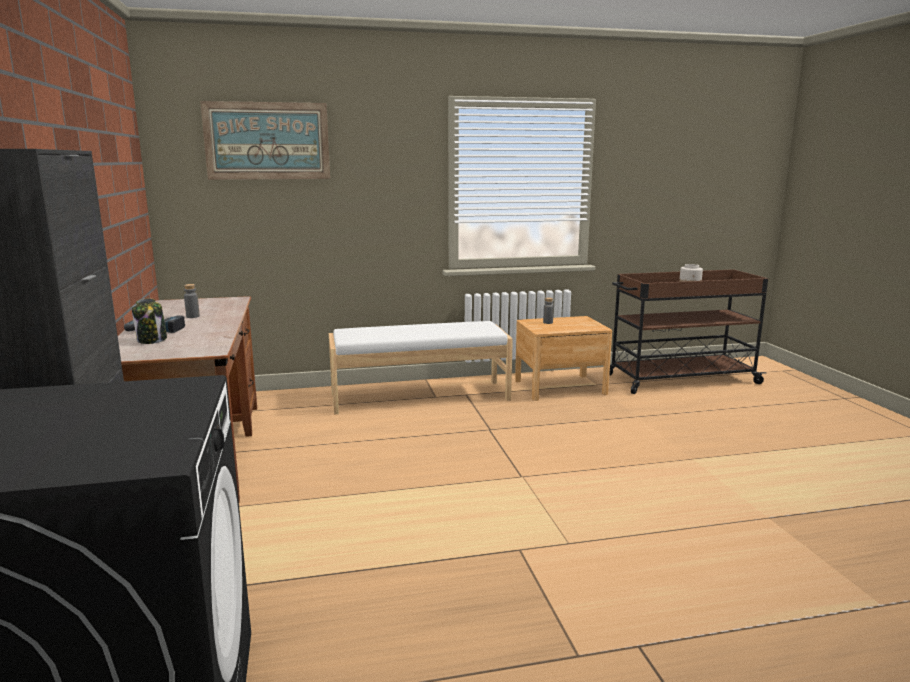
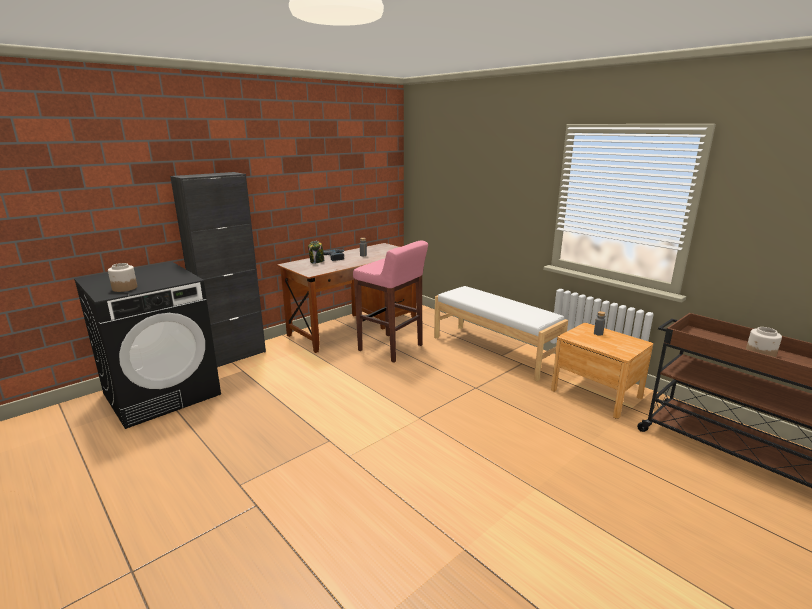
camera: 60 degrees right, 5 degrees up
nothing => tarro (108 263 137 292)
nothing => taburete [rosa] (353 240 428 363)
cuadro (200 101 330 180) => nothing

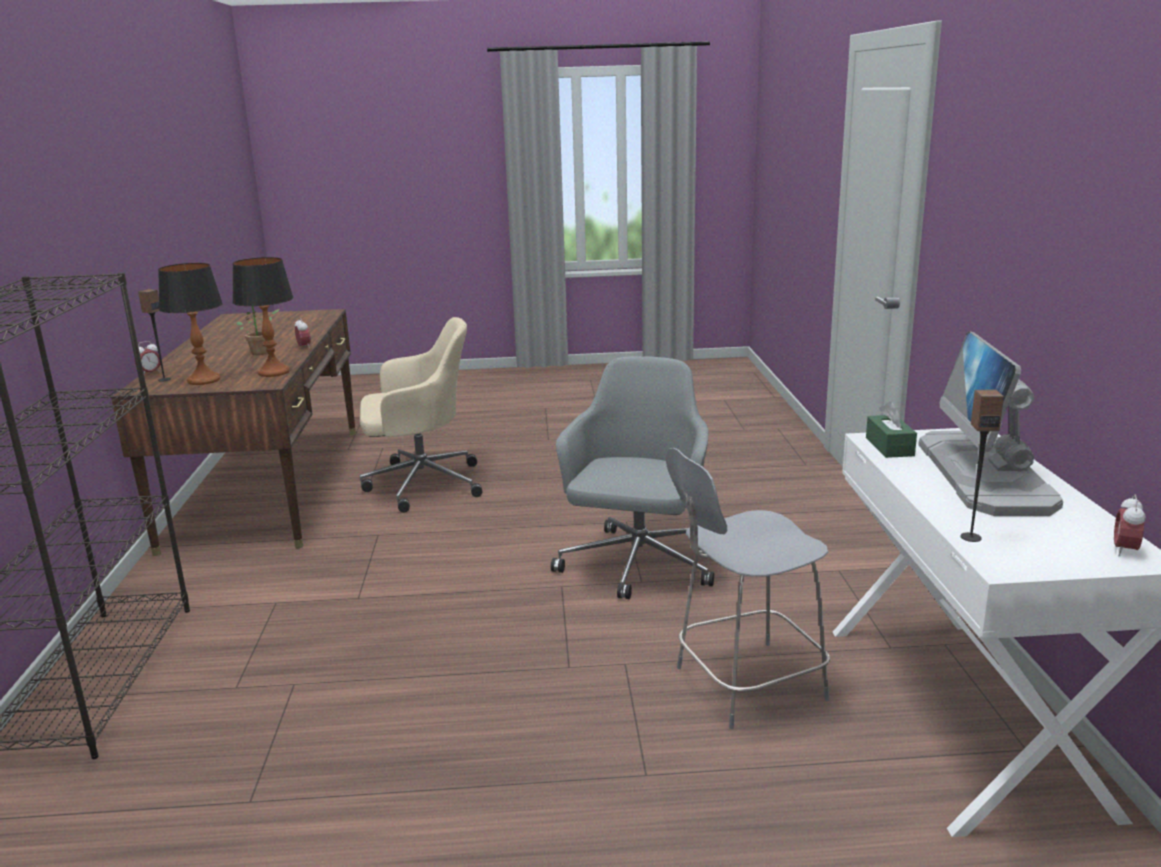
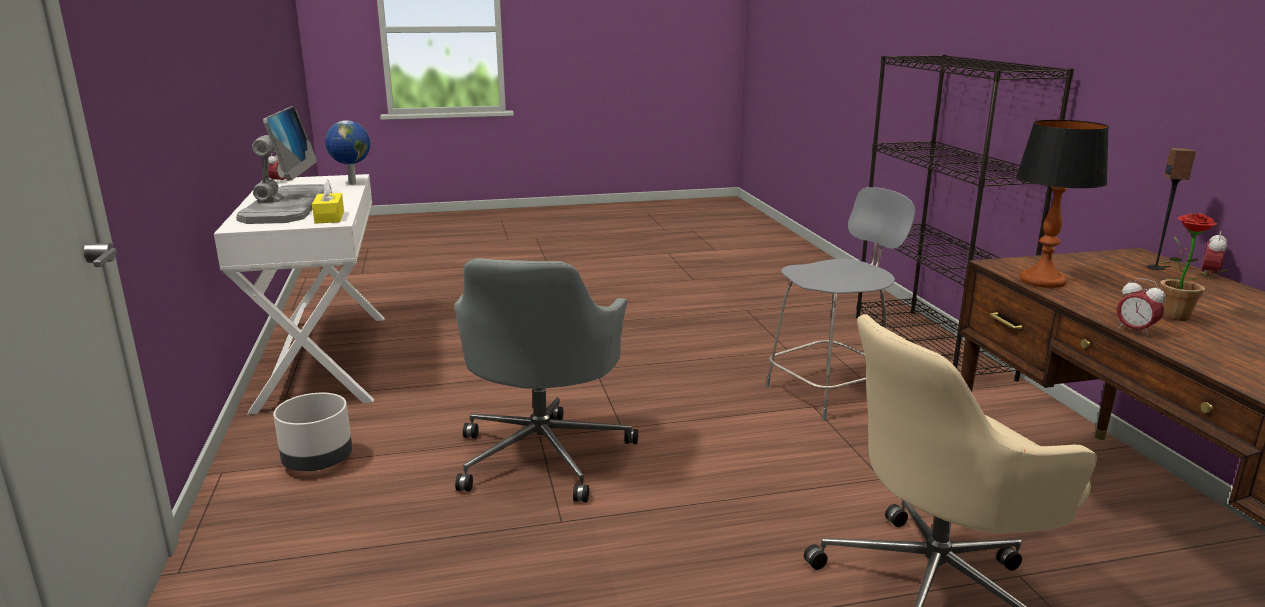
camera: 170 degrees right, 0 degrees up
nothing => maceta [gris] (273 393 352 471)
caja de pañuelos [verde] (866 402 917 458) => caja de pañuelos [amarillo] (312 179 344 224)
altavoz (960 390 1004 542) => globo terráqueo (325 120 370 185)
silla [gris] (666 448 830 729) => silla [gris] (766 187 915 421), relocated
lámpara de mesa (158 263 223 385) => nothing

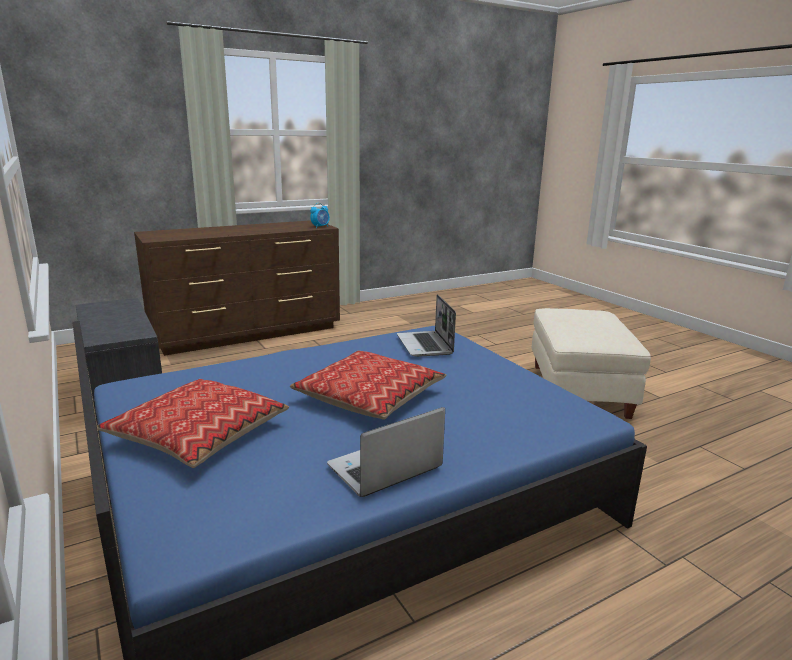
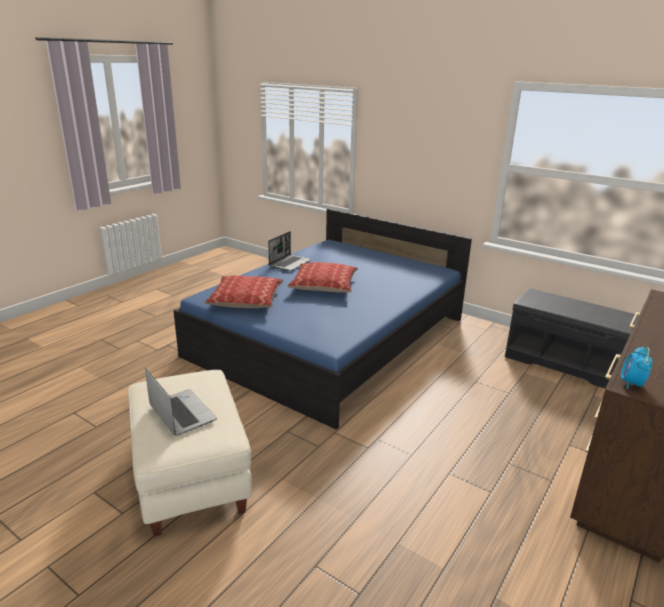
camera: 155 degrees right, 5 degrees up
portátil (397 294 456 357) => portátil (145 368 217 436), relocated
cojín (97 379 289 468) => cojín (204 276 284 308), relocated

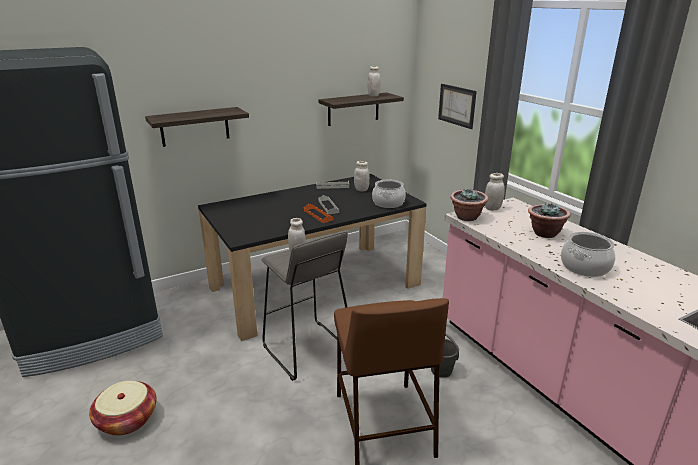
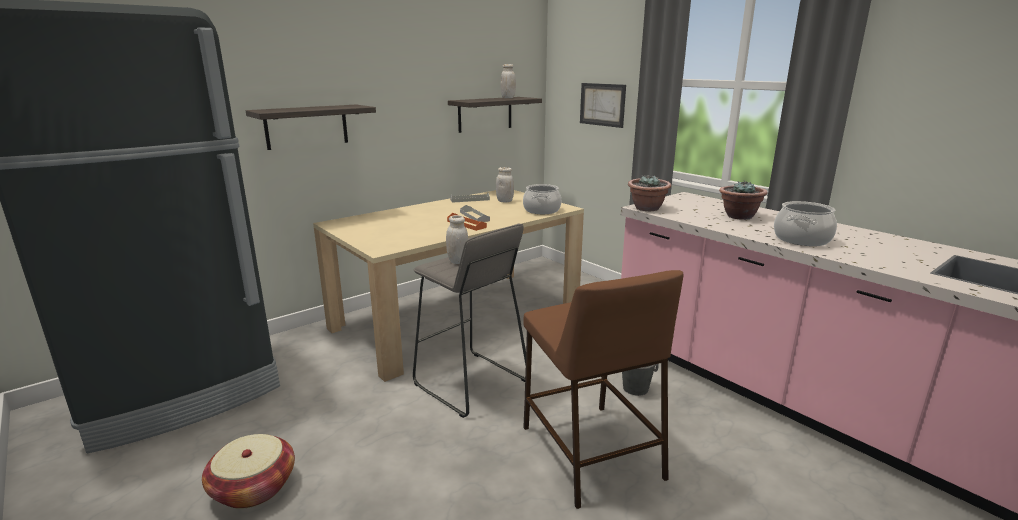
camera: 10 degrees left, 5 degrees down
mesa de comedor [negro] (198 174 427 341) => mesa de comedor [beis] (313 190 584 382)
tarro [blanco] (485 173 505 211) => nothing

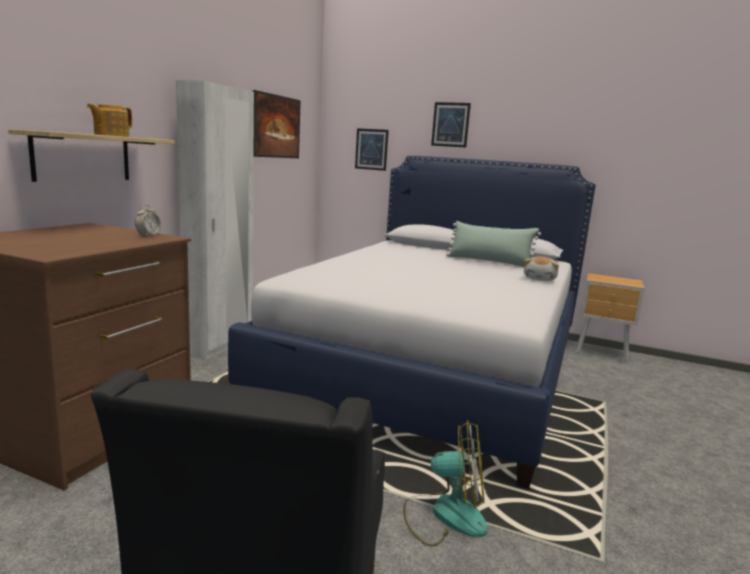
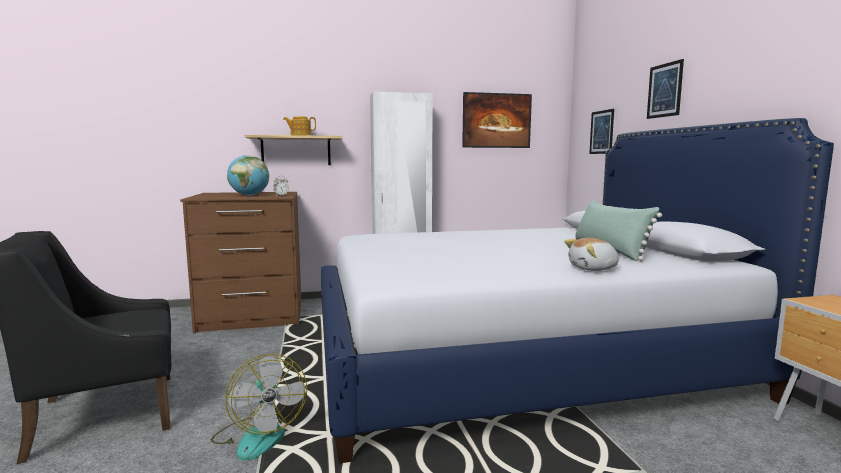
camera: 55 degrees right, 5 degrees down
nothing => globo terráqueo (227 155 269 196)

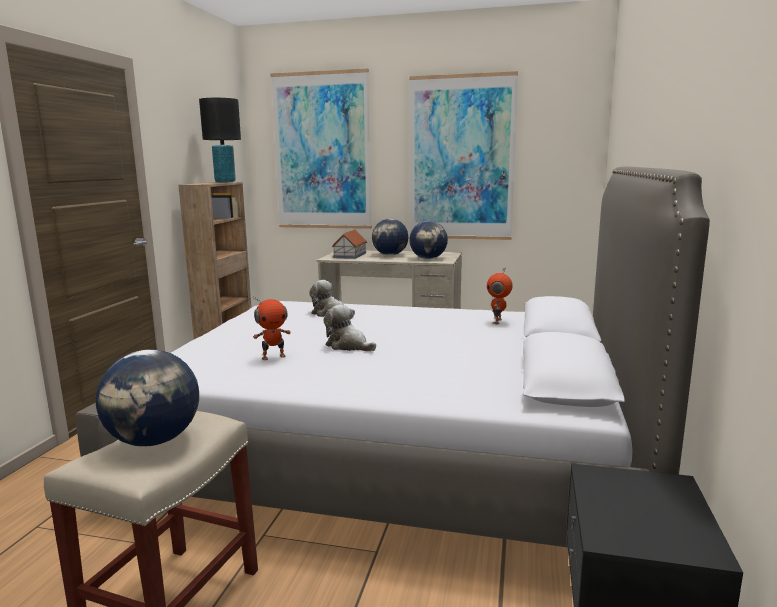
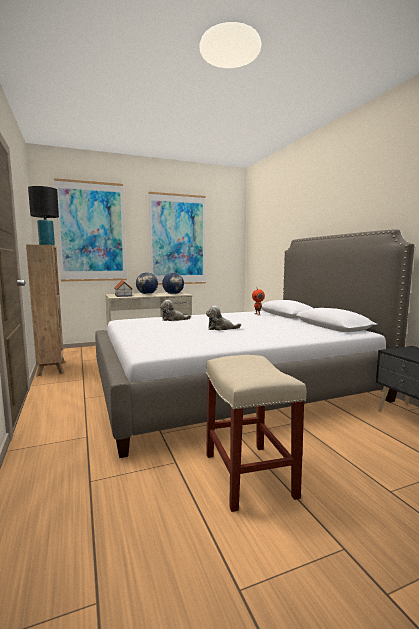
camera: 35 degrees left, 5 degrees down
globo terráqueo (96 350 199 446) => nothing
robot de juguete (253 296 291 360) => nothing

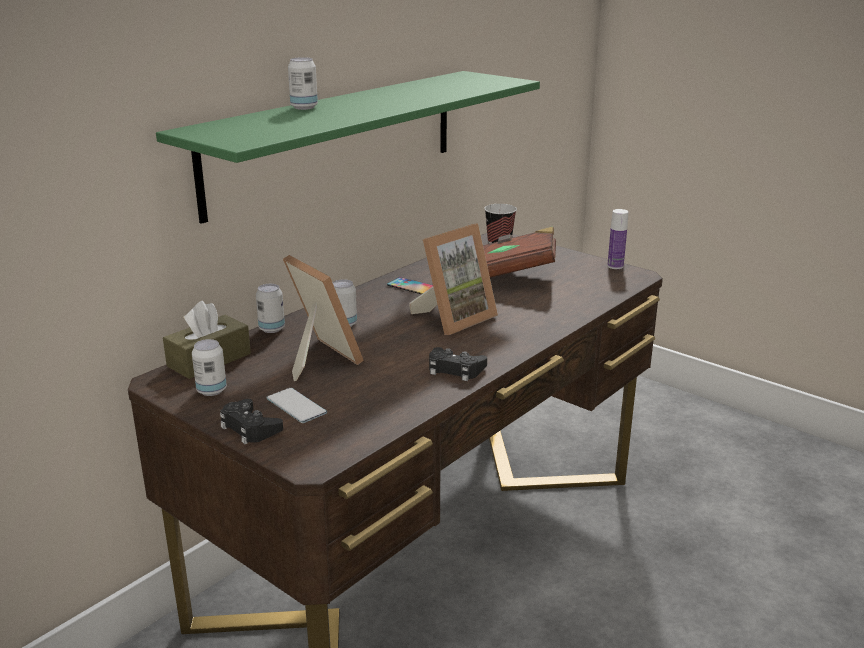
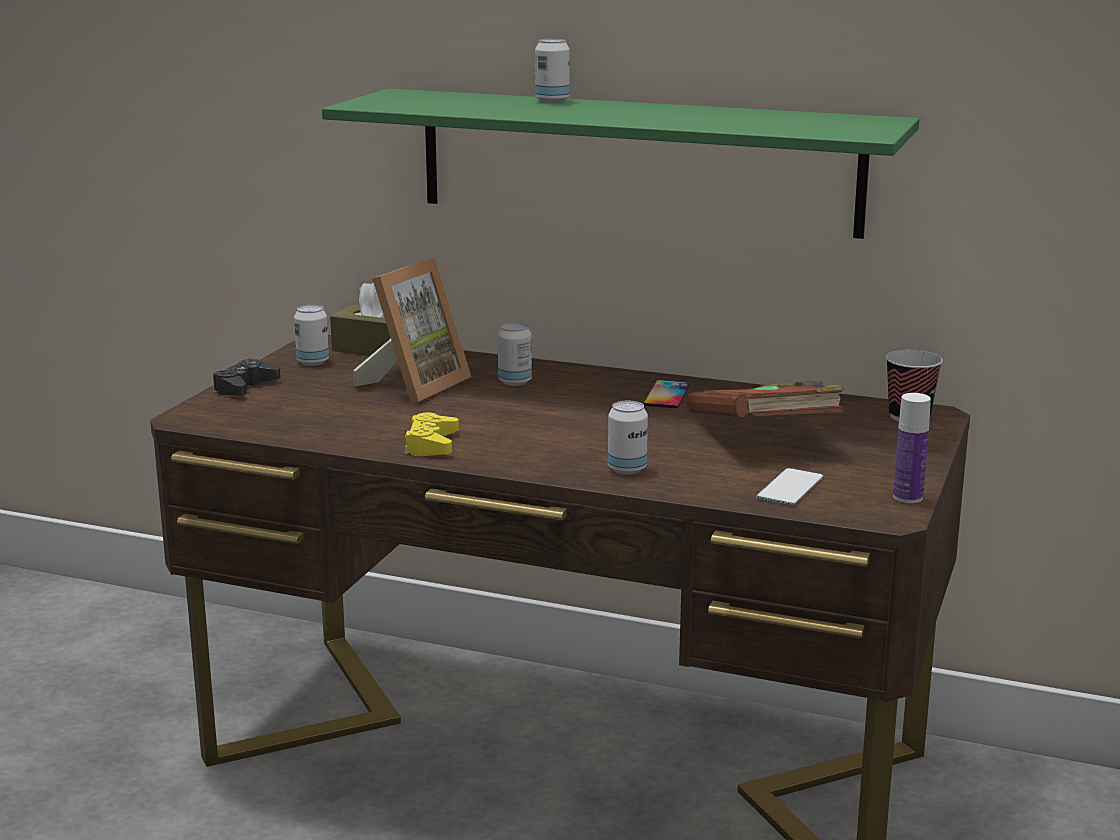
camera: 70 degrees right, 5 degrees down
mando de consola [negro] (429 347 487 381) => mando de consola [amarillo] (404 413 459 456)
lata (256 284 285 333) => lata (608 401 648 475), relocated
móvil (266 388 327 423) => móvil (757 468 823 505), relocated
portarretratos (409 223 498 335) => nothing

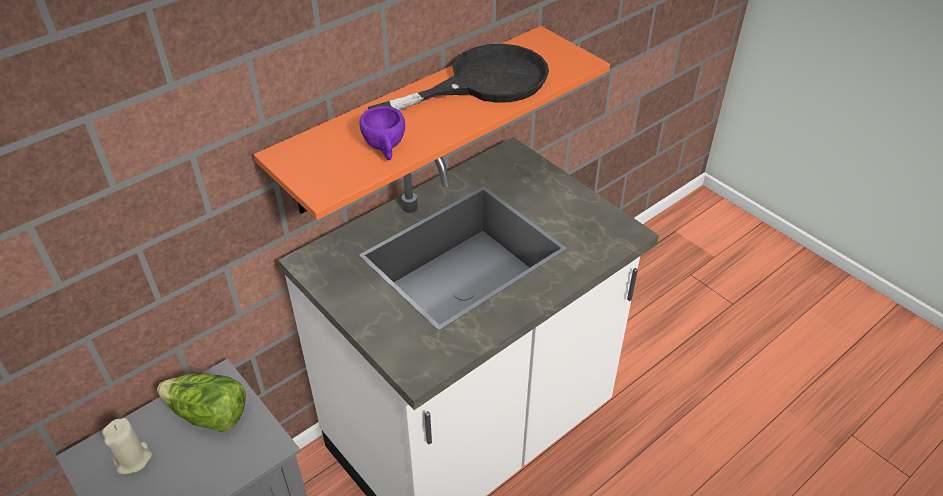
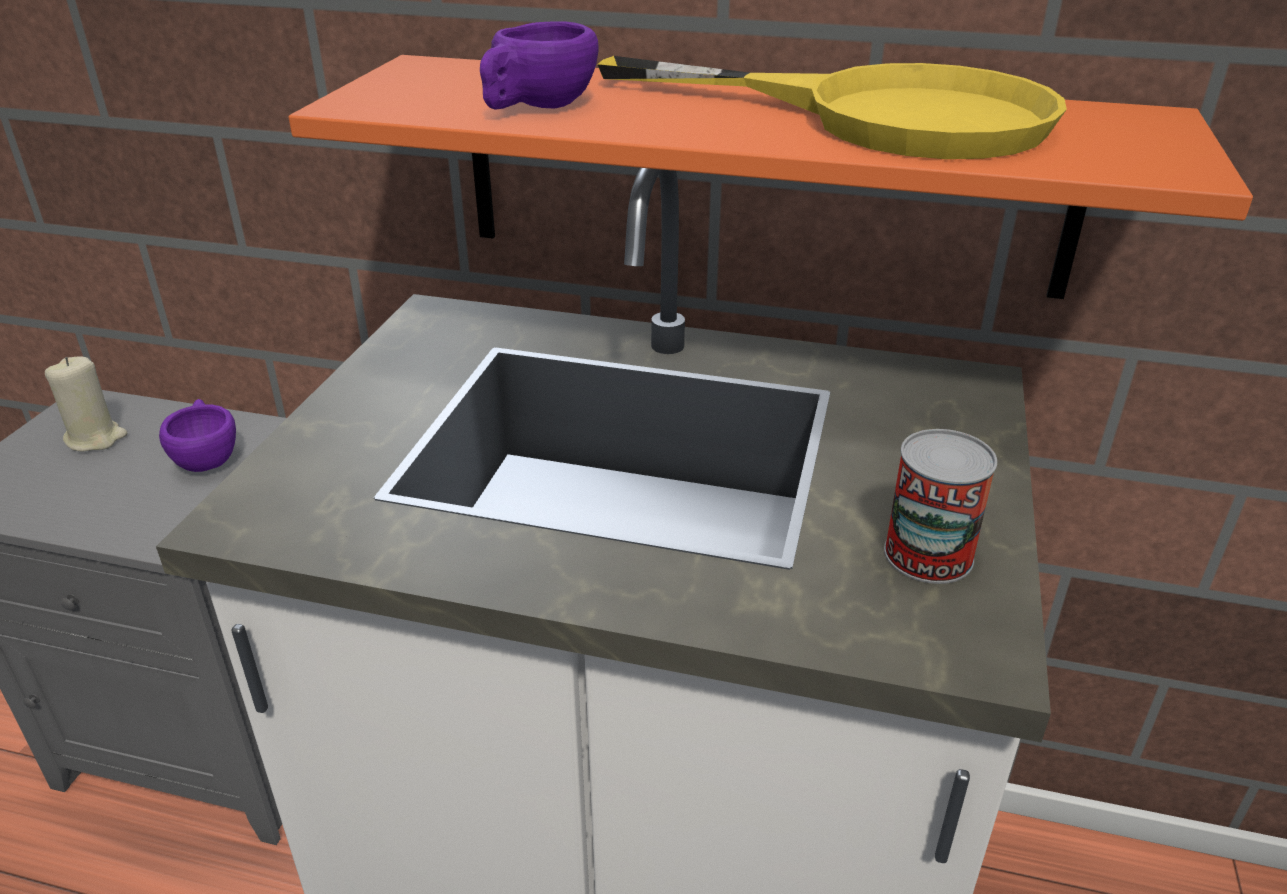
camera: 55 degrees right, 10 degrees down
lechuga (157 373 246 432) => taza [morado] (159 399 236 472)
sartén [negro] (368 44 549 111) => sartén [amarillo] (597 56 1067 159)
nothing => lata (884 429 997 584)

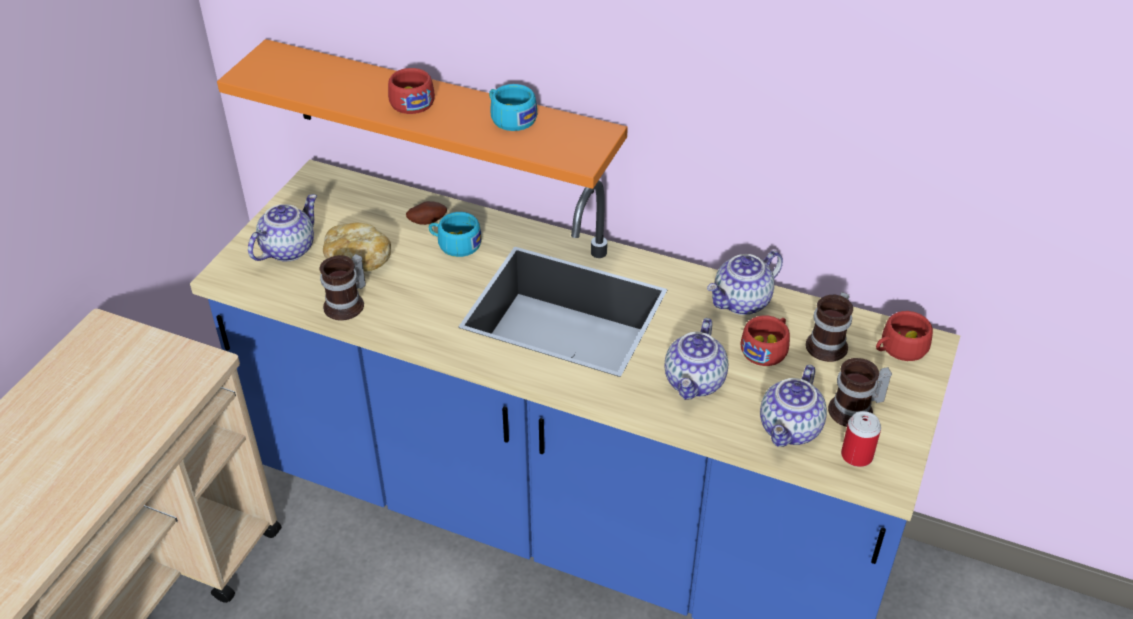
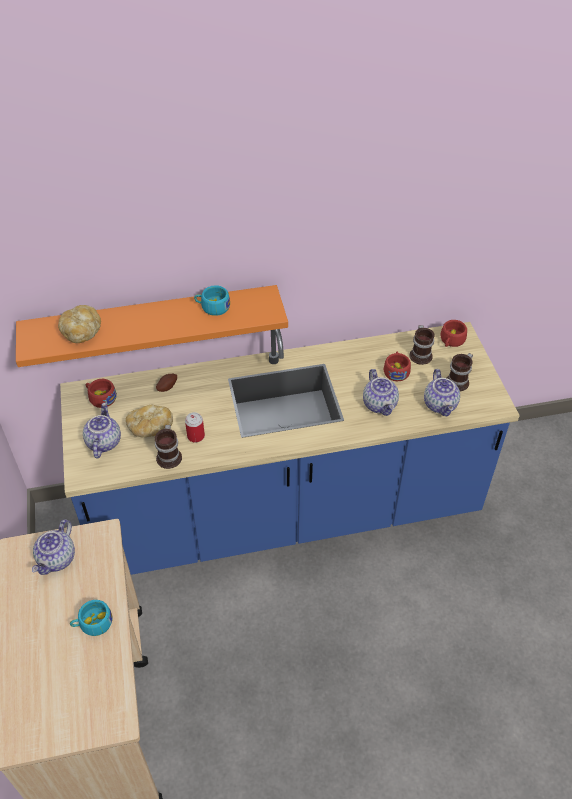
camera: 35 degrees left, 5 degrees up
tetera (707 251 783 315) => tetera (32 519 75 575), relocated
nothing => pan (58 305 101 343)
taza [turquesa] (429 212 482 257) => taza [turquesa] (70 600 113 636), relocated
taza [rojo] (388 68 435 114) => taza [rojo] (86 379 117 408), relocated
lata (841 411 881 467) => lata (185 412 205 443), relocated

